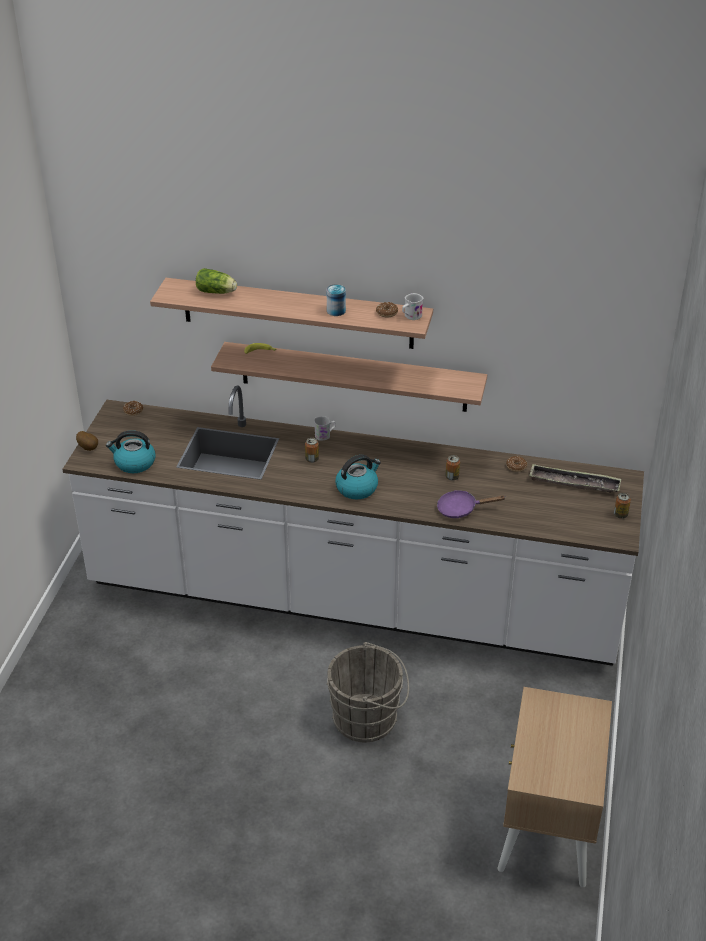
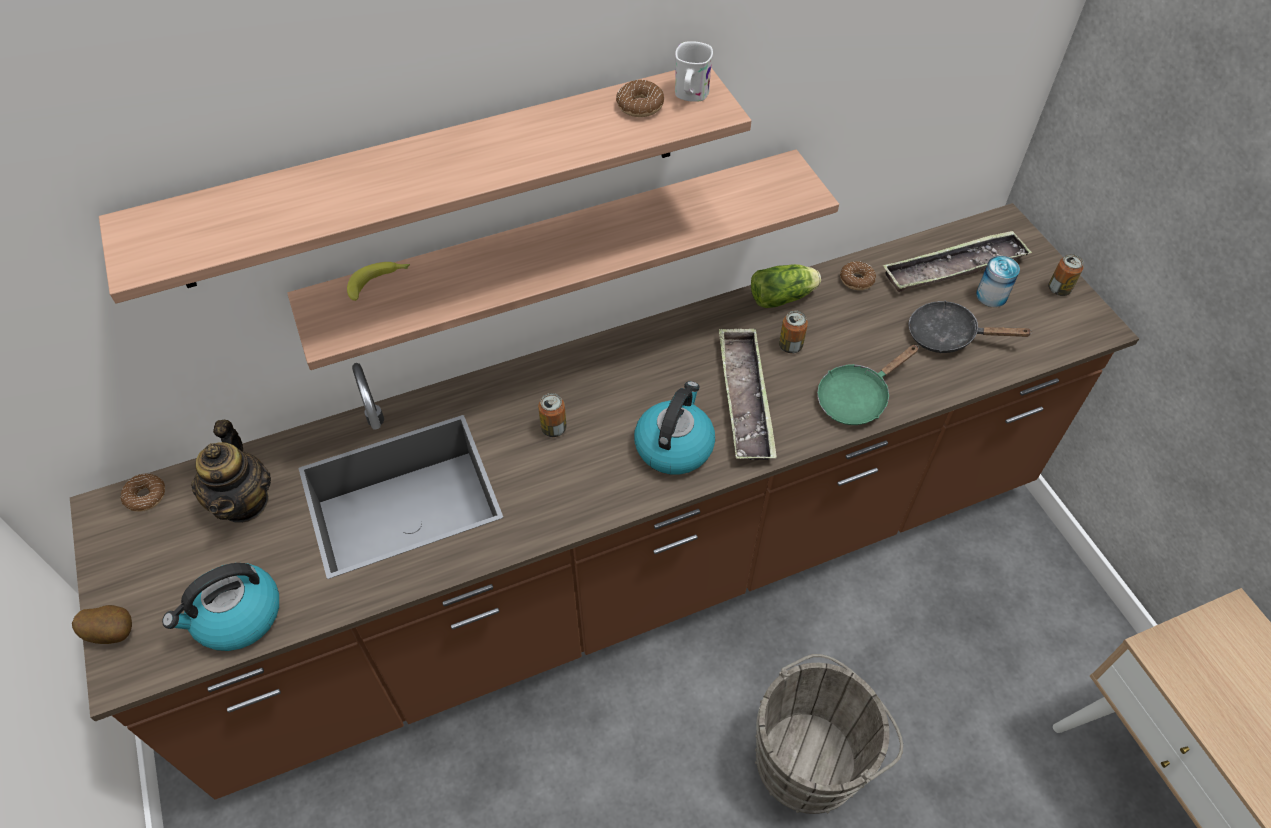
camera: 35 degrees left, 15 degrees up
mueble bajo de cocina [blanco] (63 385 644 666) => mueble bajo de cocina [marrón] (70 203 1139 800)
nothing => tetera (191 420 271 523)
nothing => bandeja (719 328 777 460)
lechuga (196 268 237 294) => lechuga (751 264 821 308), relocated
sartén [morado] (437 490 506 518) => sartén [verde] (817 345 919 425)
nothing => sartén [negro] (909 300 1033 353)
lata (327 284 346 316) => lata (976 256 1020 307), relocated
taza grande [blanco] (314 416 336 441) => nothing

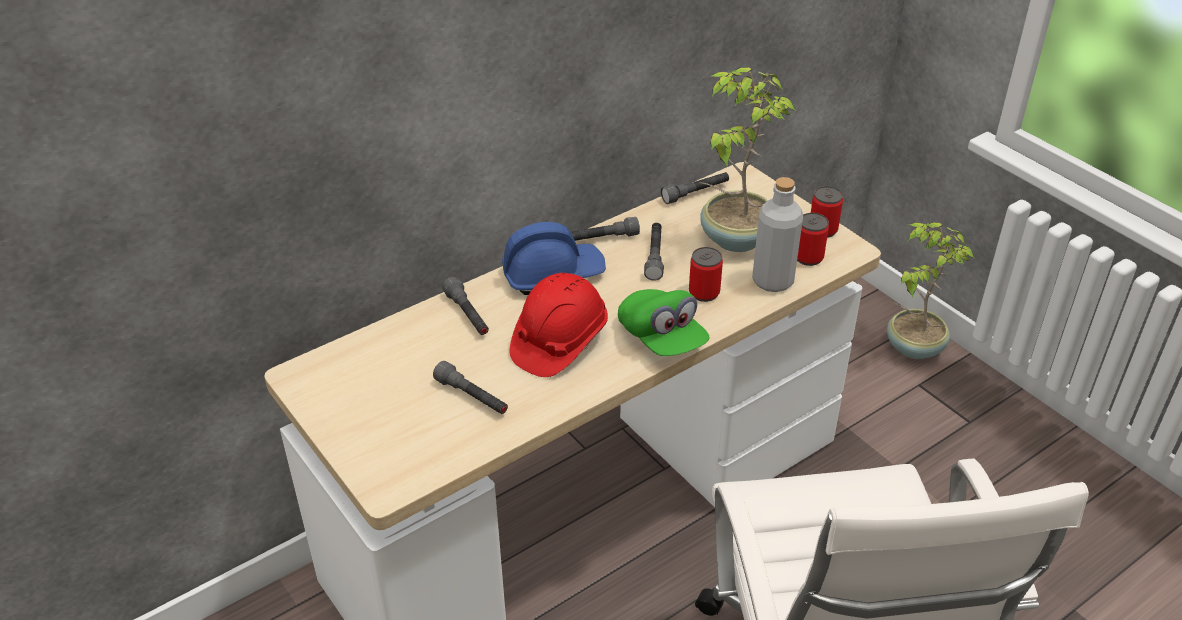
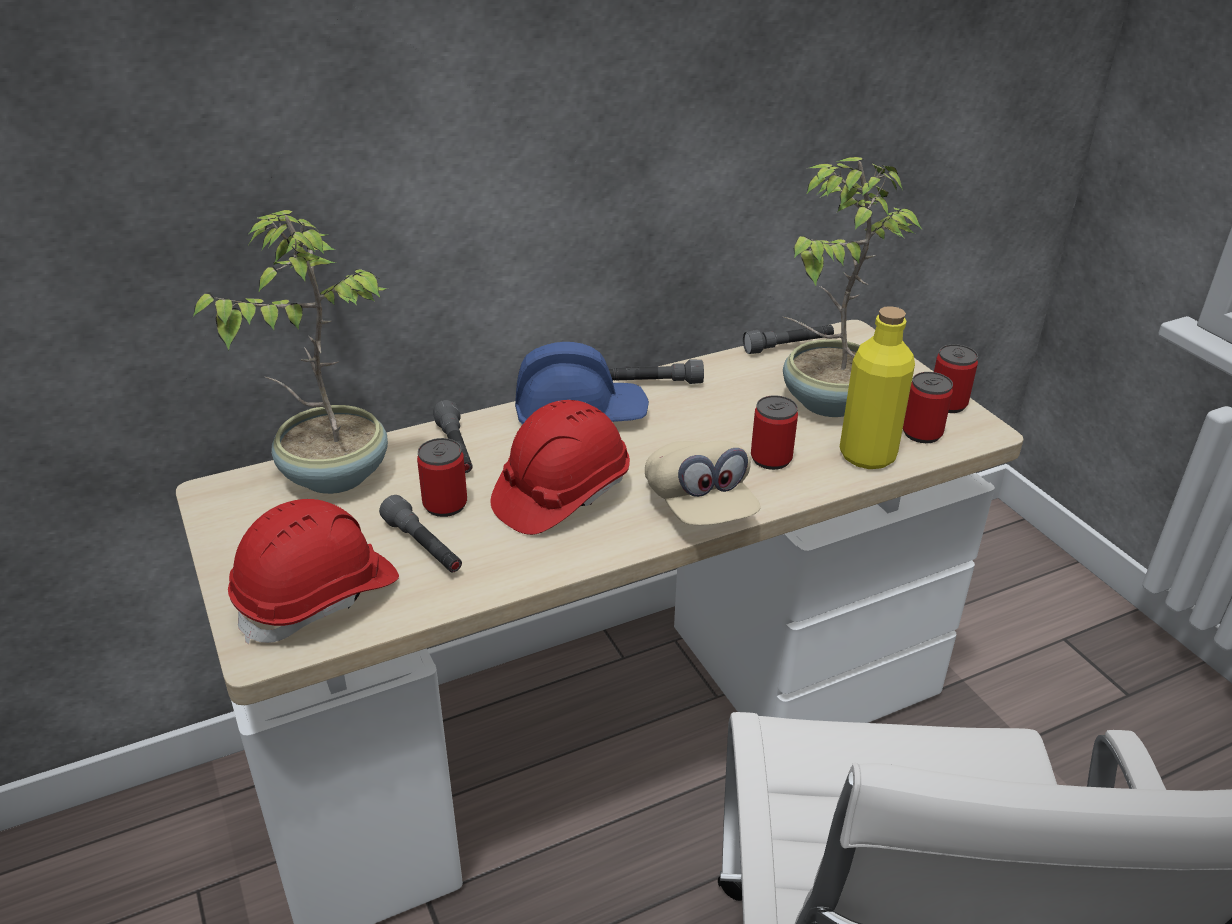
camera: 10 degrees right, 5 degrees down
planta en maceta (887 222 975 359) => planta en maceta (193 210 388 494), relocated
nothing => casco [rojo] (228 499 399 644)
nothing => lata (417 438 467 517)
gorra [verde] (618 289 709 356) => gorra [beis] (645 441 761 525)
botella [gris] (752 177 803 292) => botella [amarillo] (840 306 915 469)
linterna [gris] (644 223 664 281) => nothing

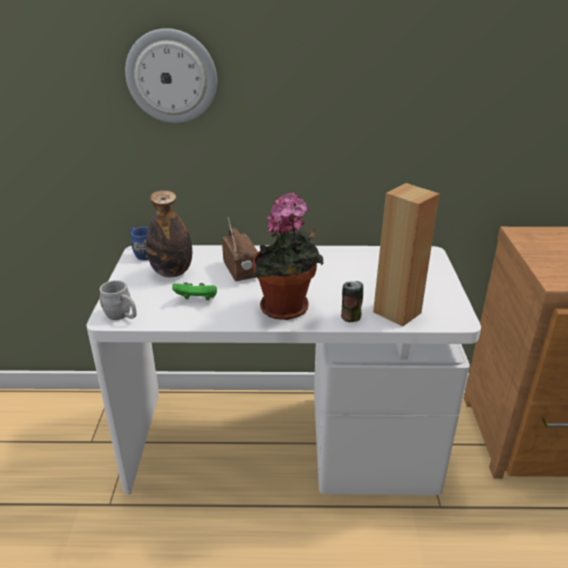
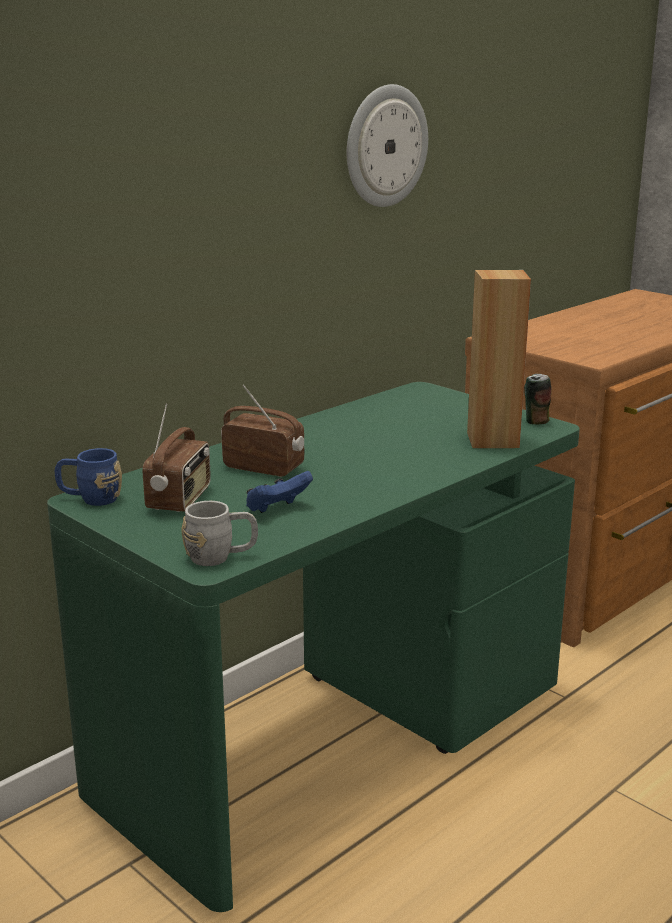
camera: 45 degrees left, 10 degrees down
escritorio [blanco] (86 245 481 495) => escritorio [verde] (47 382 580 912)
botella (146 190 192 277) => radio (143 404 211 512)
mando de consola [verde] (172 282 217 300) => mando de consola [azul] (246 471 313 513)
reloj de pared (125 28 217 123) => reloj de pared (347 84 428 207), relocated
lata (341 281 363 322) => lata (524 374 551 424), relocated
planta en maceta (253 192 323 320) => nothing

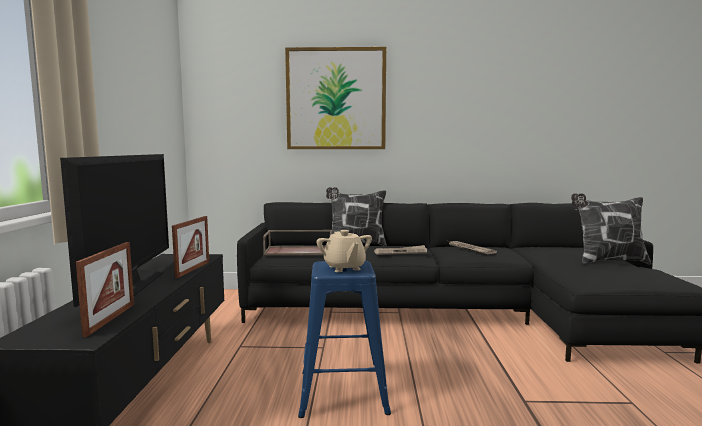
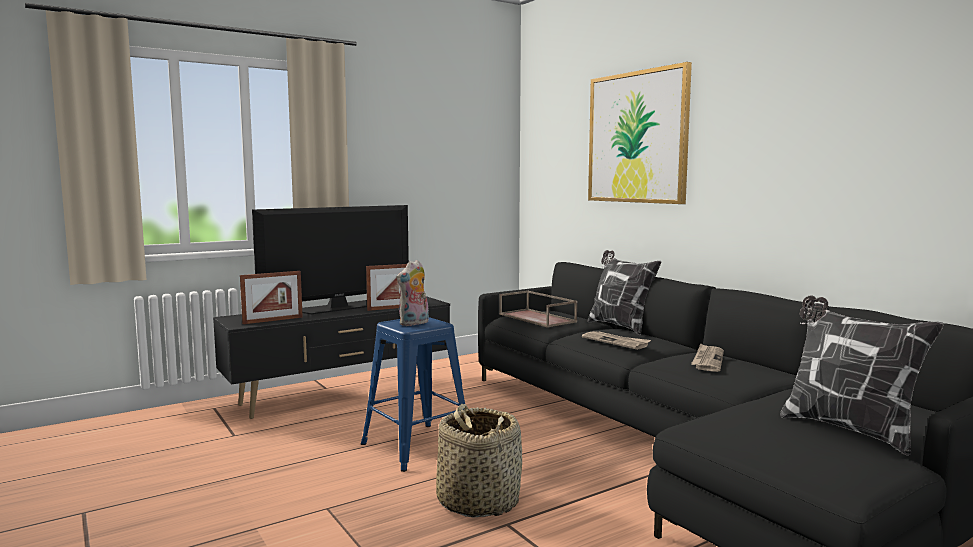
camera: 55 degrees right, 0 degrees up
tetera [beis] (317 230 372 272) => peluche (396 260 429 326)
nothing => cesta (436 404 522 518)

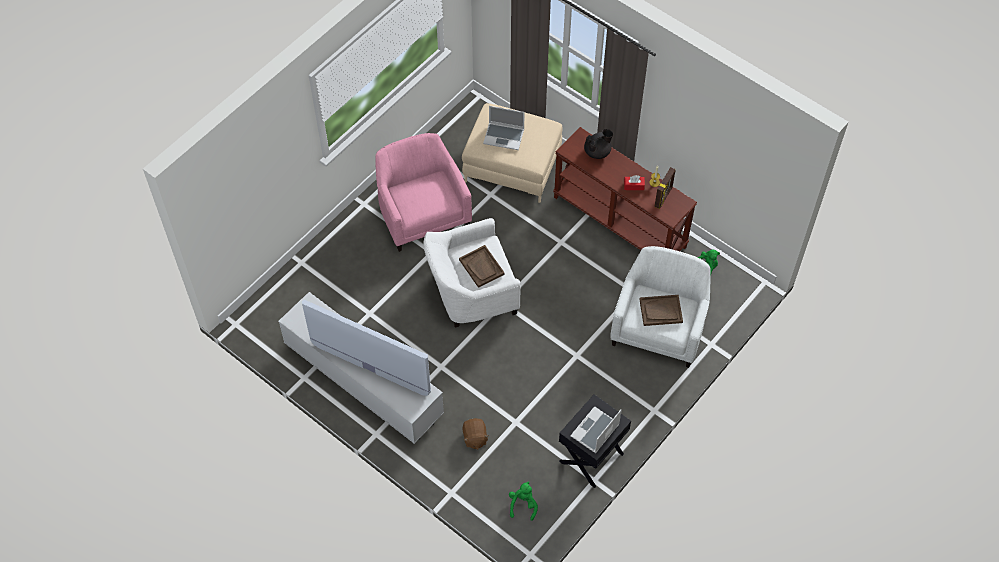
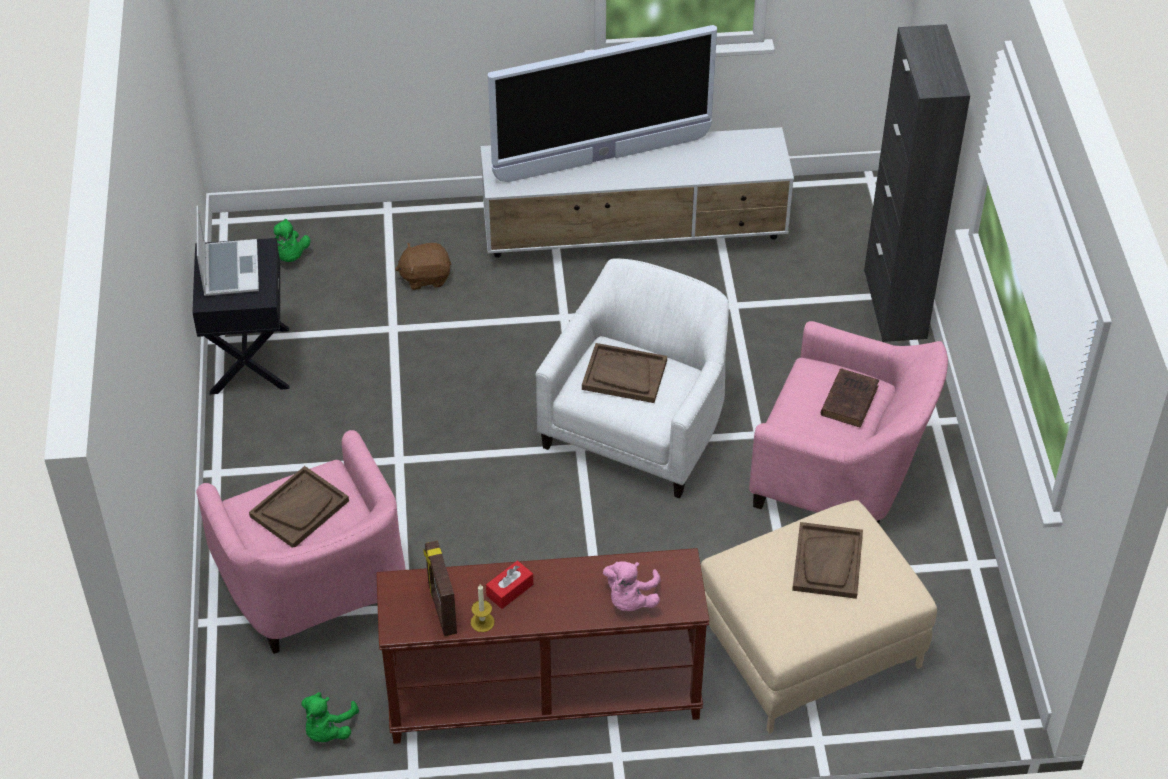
camera: 135 degrees right, 10 degrees down
sillón [blanco] (610 246 711 368) => sillón [rosa] (196 430 406 654)
peluche [marrón] (463 418 488 450) => peluche [marrón] (395 242 451 290), 45 degrees counterclockwise
tetera [negro] (584 129 613 159) => peluche [rosa] (603 561 661 611)
portátil (483 106 525 150) => bandeja [marrón] (792 522 863 599)
nothing => libro [marrón] (821 368 879 427)
nothing => armario [negro] (864 24 970 342)

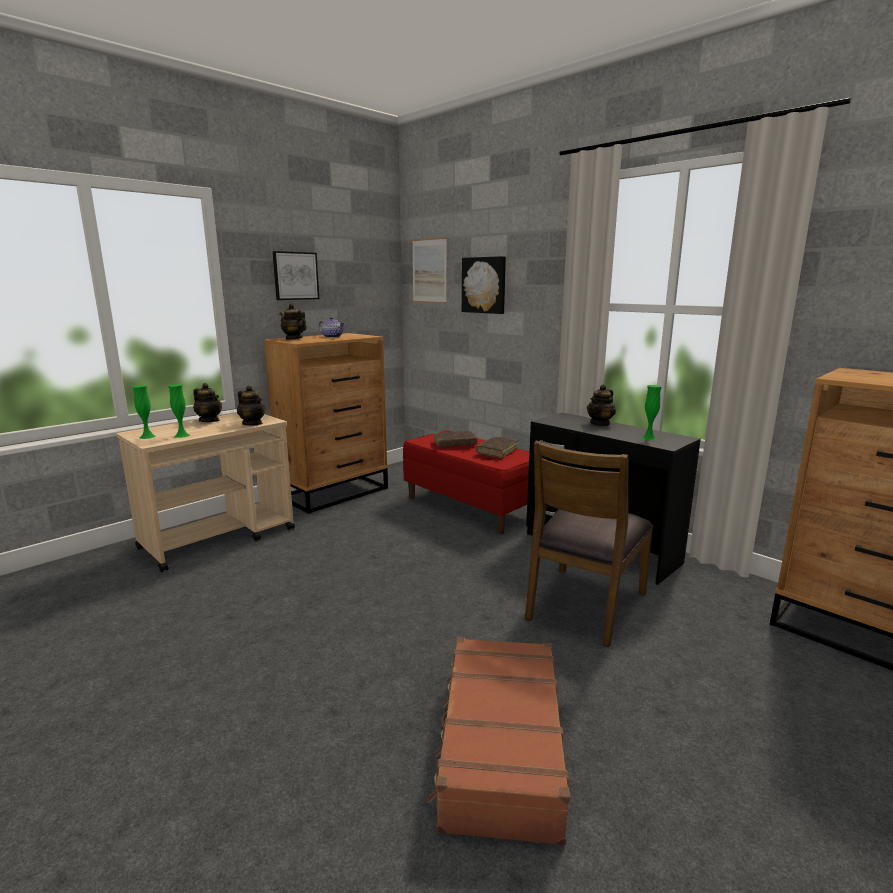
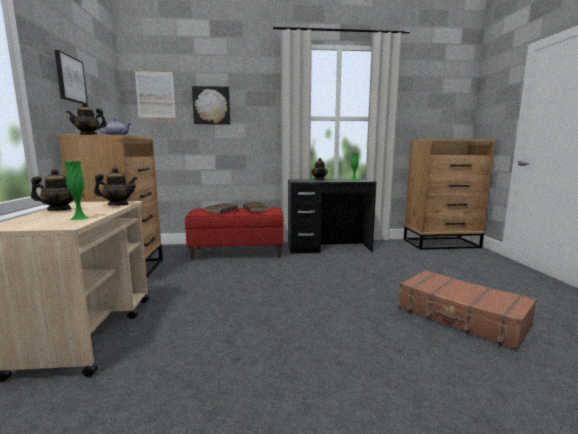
camera: 50 degrees left, 5 degrees down
florero [verde] (133 385 155 439) => nothing
silla [marrón] (525 441 654 648) => nothing

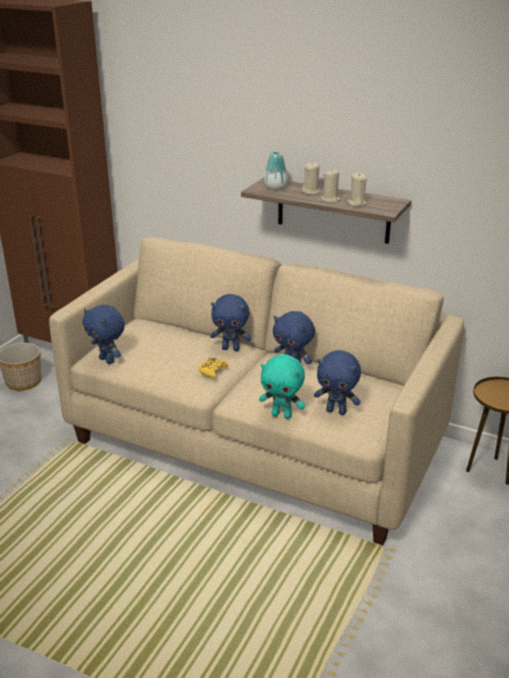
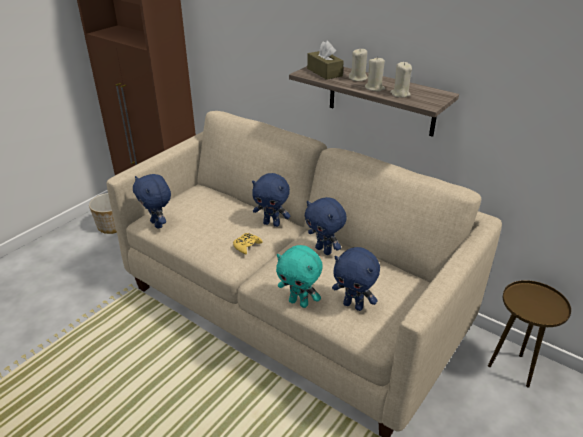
camera: 10 degrees right, 5 degrees up
florero (264 152 288 190) => caja de pañuelos [marrón] (307 41 344 80)

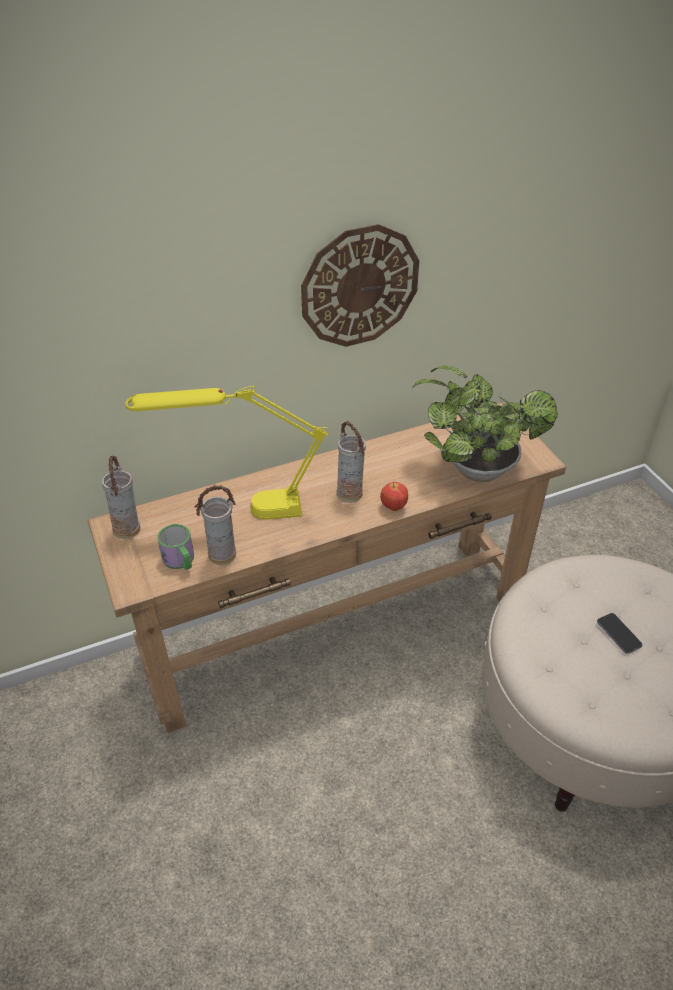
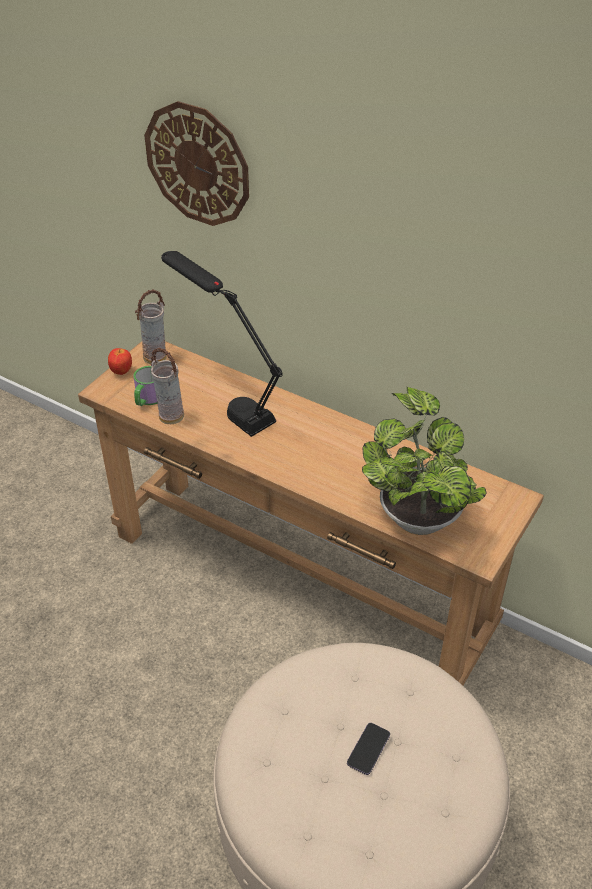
camera: 55 degrees right, 0 degrees up
manzana (380 482 408 511) => manzana (108 348 132 375), relocated
reloj de pared (301 224 419 347) => reloj de pared (144 101 249 226), relocated
lámpara de mesa [amarillo] (125 386 329 520) => lámpara de mesa [negro] (161 251 283 437)
florero (337 421 366 503) => nothing

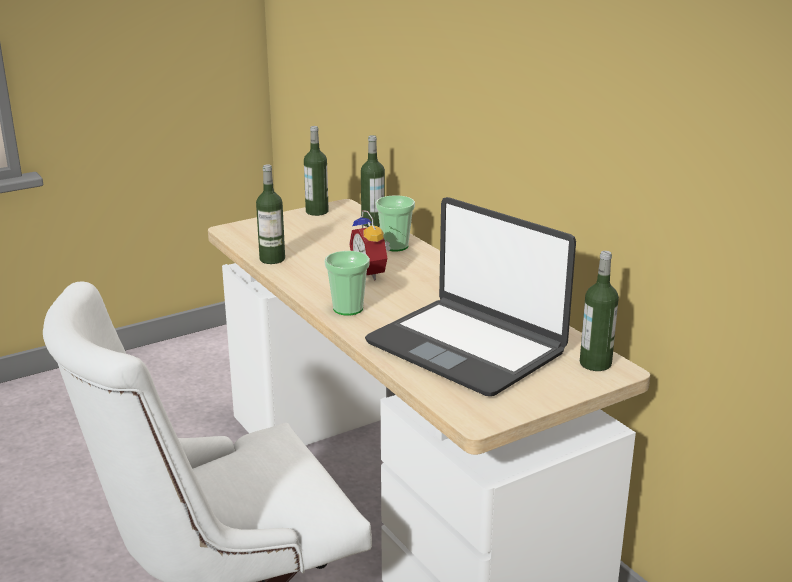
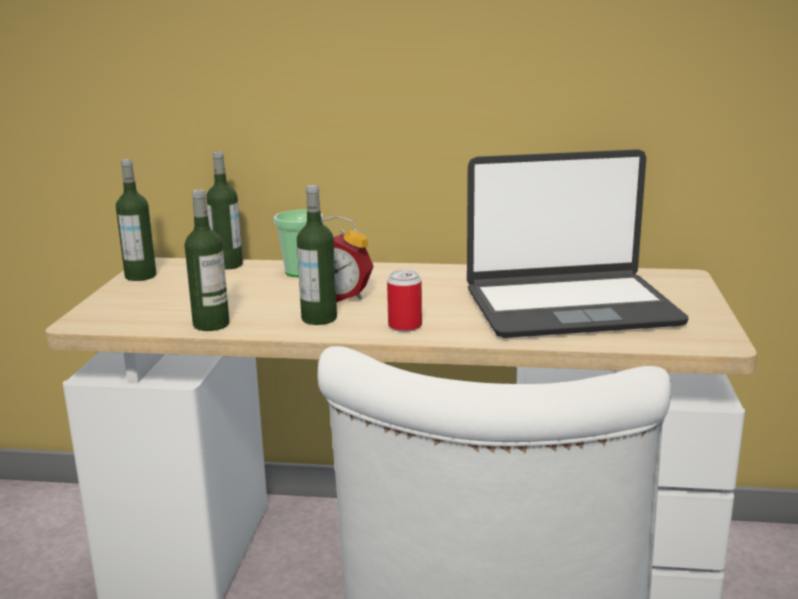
camera: 50 degrees left, 5 degrees down
botella (580 251 619 371) => botella (297 185 337 325), relocated
taza (325 251 370 316) => lata (387 270 422 332)

